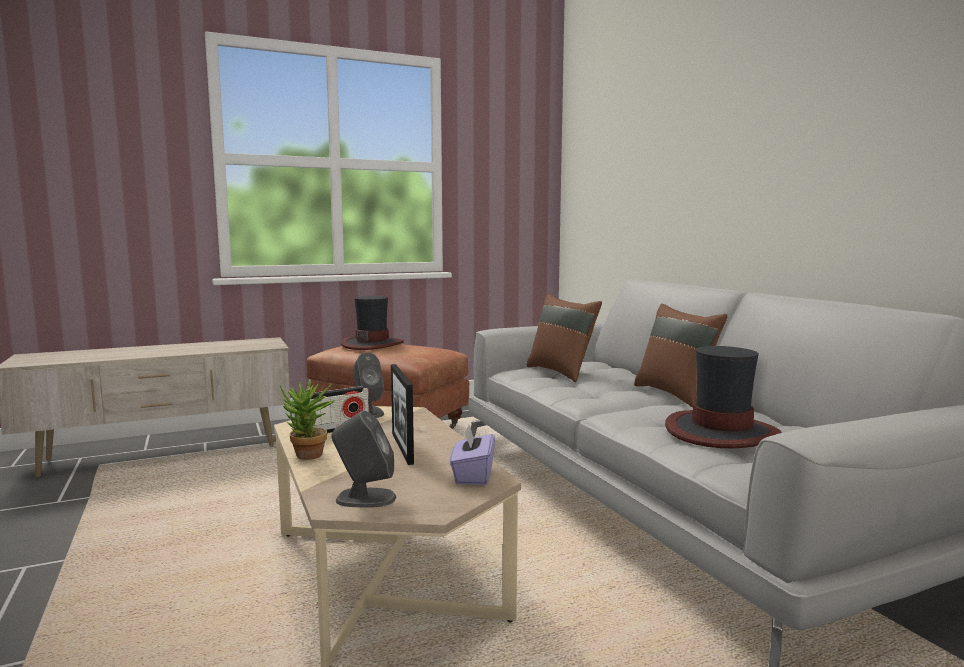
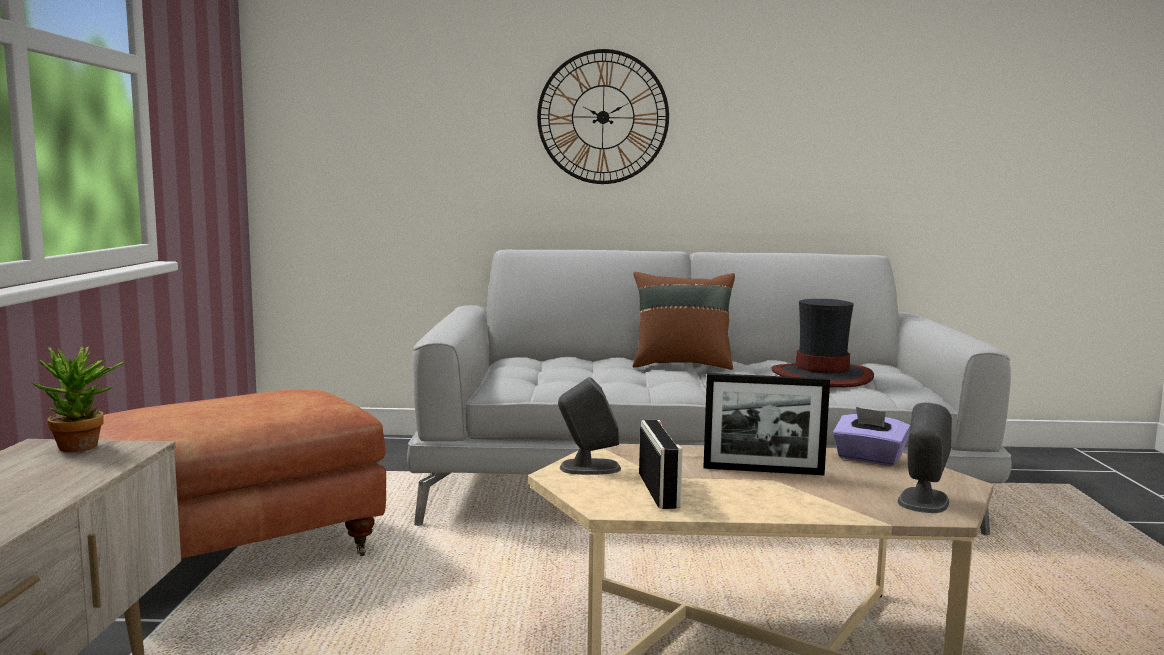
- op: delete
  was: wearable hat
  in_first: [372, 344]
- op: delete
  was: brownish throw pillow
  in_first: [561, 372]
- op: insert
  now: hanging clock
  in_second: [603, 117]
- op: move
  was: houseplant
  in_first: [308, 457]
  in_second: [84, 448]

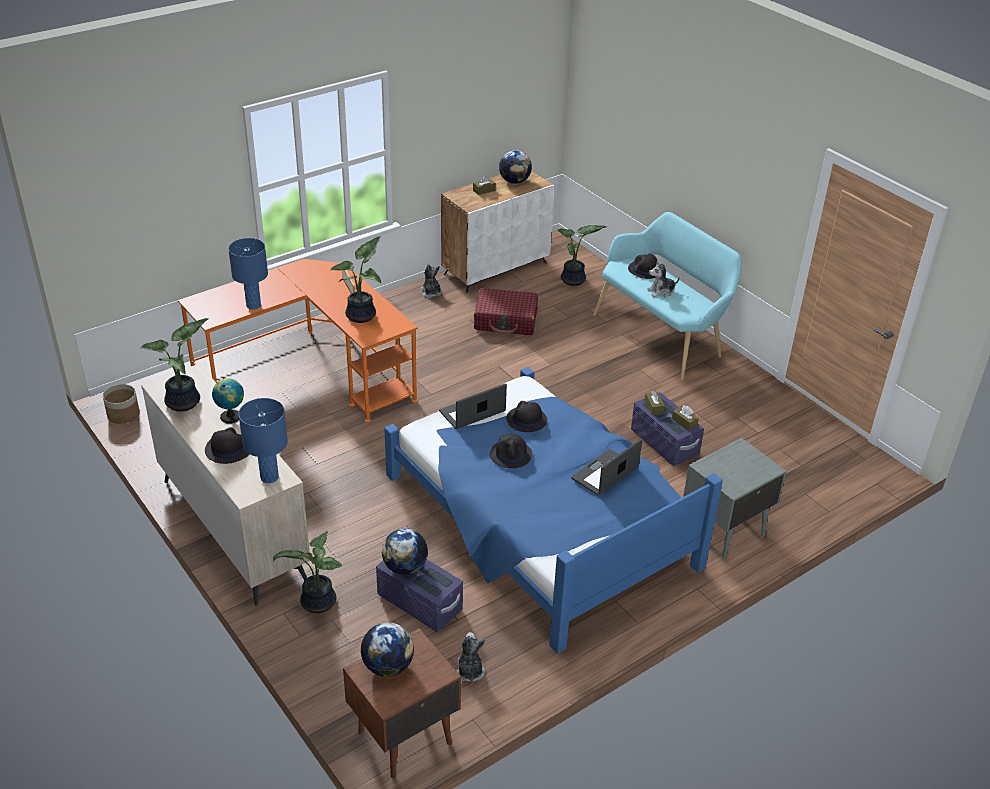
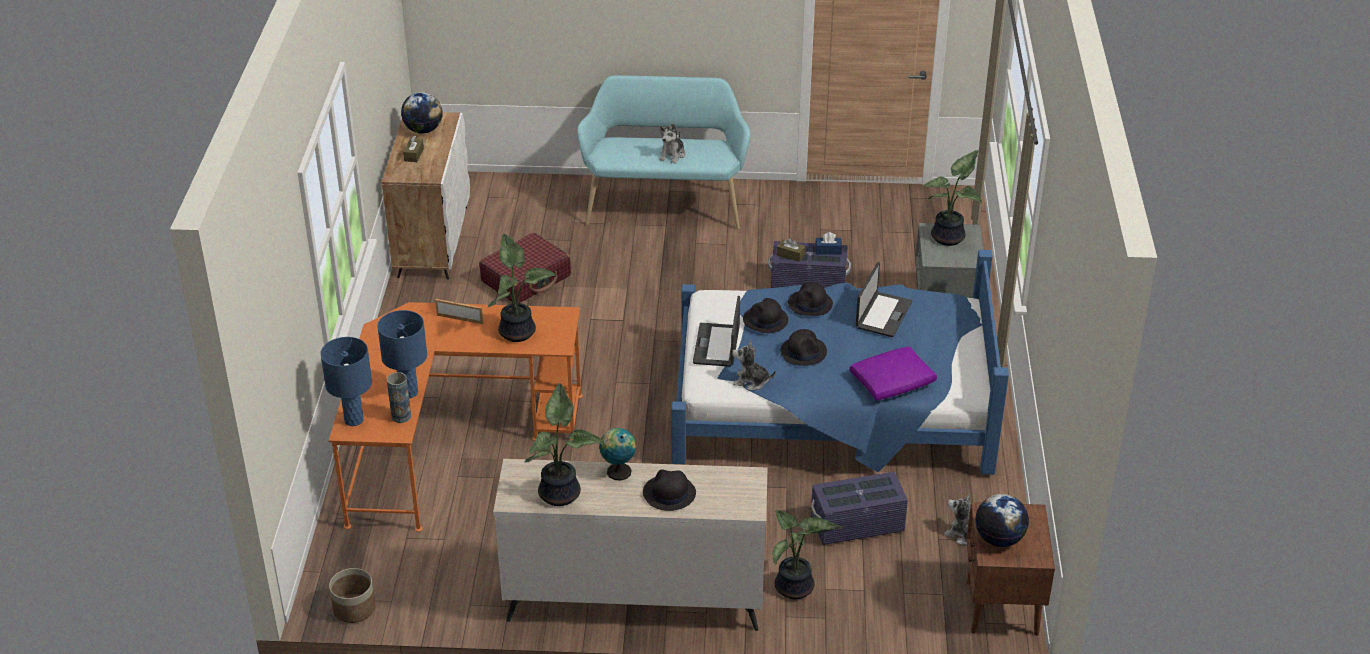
- op: delete
  was: globe
  in_first: [405, 567]
- op: insert
  now: flower vase
  in_second: [401, 416]
- op: insert
  now: purple-coloured throw pillow
  in_second: [892, 382]
- op: move
  was: blue tabletop lamp
  in_first: [269, 477]
  in_second: [353, 420]
- op: move
  was: soft toy
  in_first: [431, 293]
  in_second: [751, 381]
- op: move
  was: houseplant
  in_first: [574, 281]
  in_second: [950, 237]
- op: move
  was: black-coloured wearable hat
  in_first: [645, 270]
  in_second: [810, 304]
- op: recolor
  was: brownish box of tissues
  now: blue box of tissues
  in_first: [684, 422]
  in_second: [828, 250]
- op: rotate
  was: notebook computer
  in_first: [605, 474]
  in_second: [882, 314]
  clockwise: -150

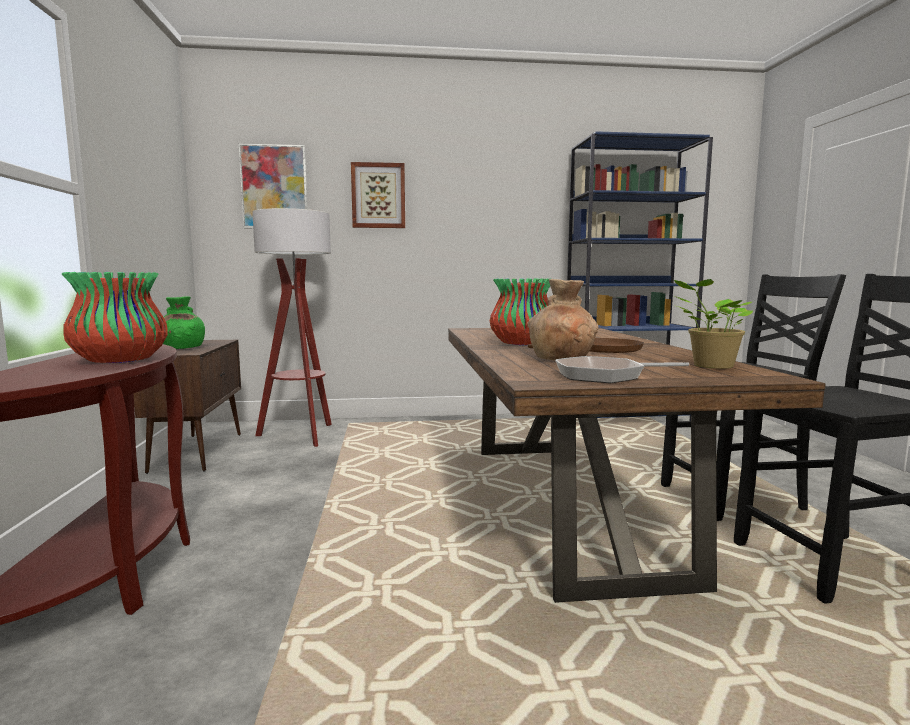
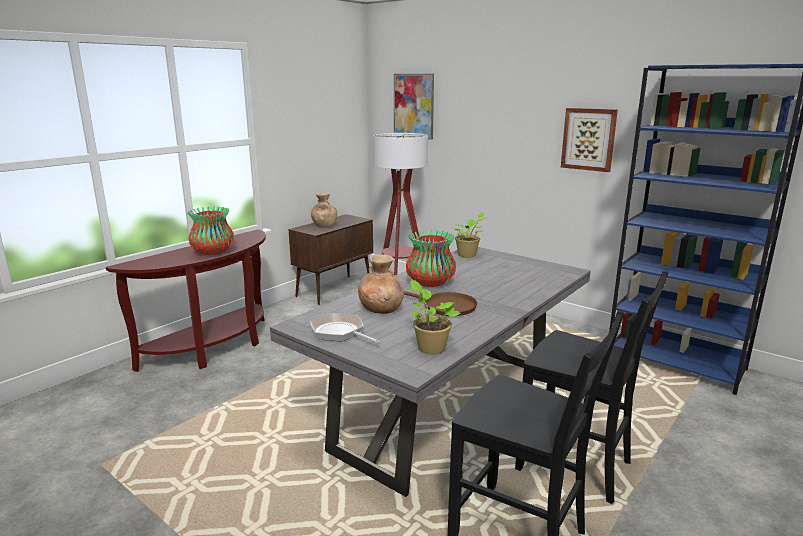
- op: insert
  now: houseplant
  in_second: [468, 255]
- op: move
  was: picture
  in_first: [378, 196]
  in_second: [589, 139]
- op: recolor
  was: greenish flower vase
  now: brownish flower vase
  in_first: [182, 348]
  in_second: [324, 225]
- op: recolor
  was: brownish kitchen table
  now: gray kitchen table
  in_first: [567, 505]
  in_second: [447, 409]

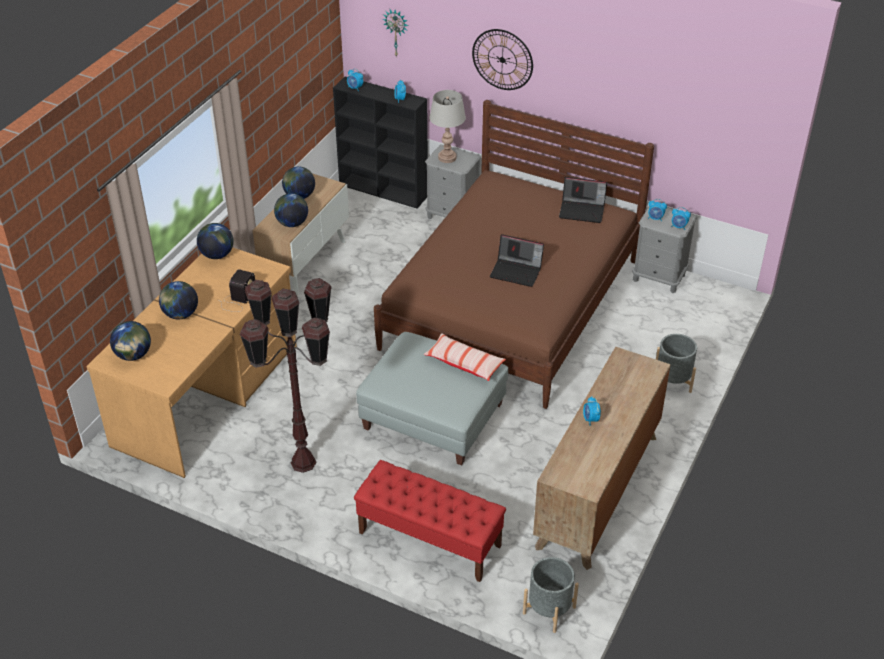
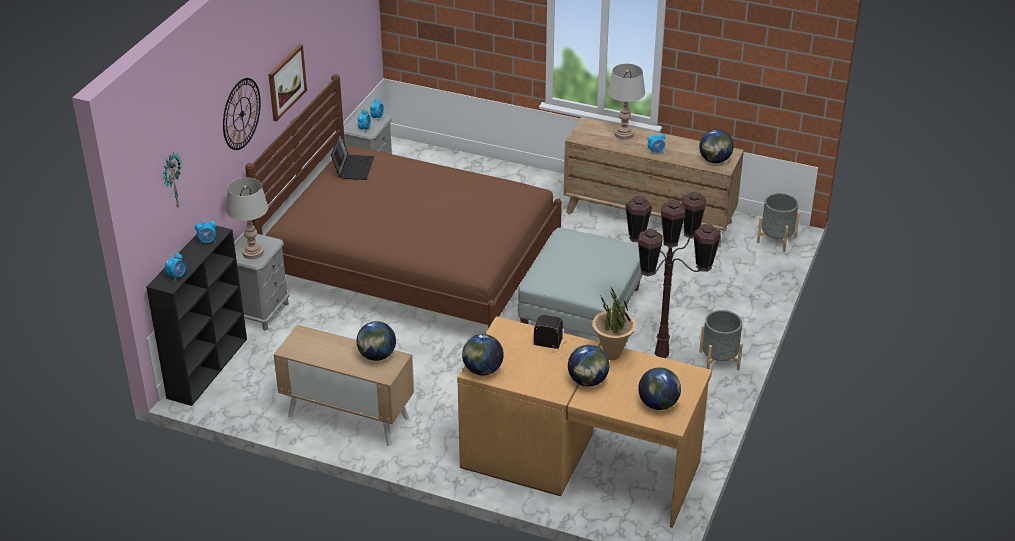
- op: delete
  was: red indoor bench
  in_first: [429, 539]
- op: delete
  was: throw pillow
  in_first: [464, 363]
- op: delete
  was: notebook computer
  in_first: [517, 271]
- op: insert
  now: picture
  in_second: [286, 82]
- op: insert
  now: houseplant
  in_second: [612, 355]
- op: insert
  now: gray tabletop lamp
  in_second: [624, 134]
- op: move
  was: globe
  in_first: [299, 196]
  in_second: [715, 160]
- op: move
  was: gray plant pot
  in_first: [672, 381]
  in_second: [719, 360]

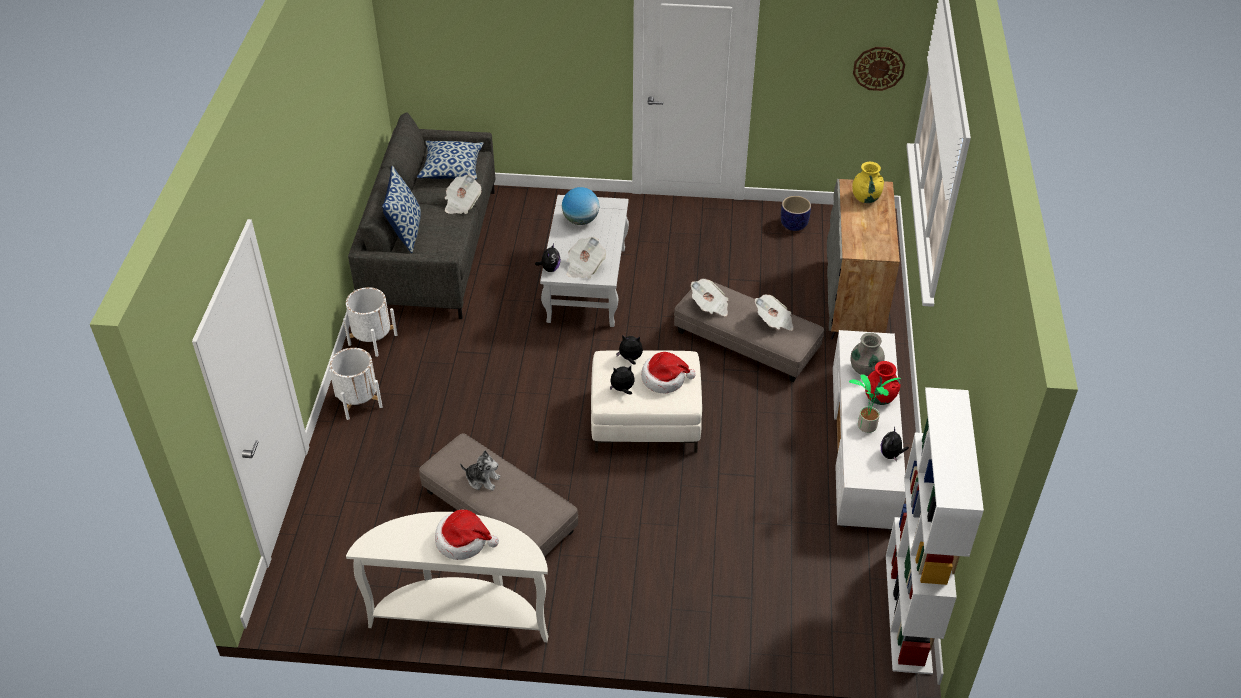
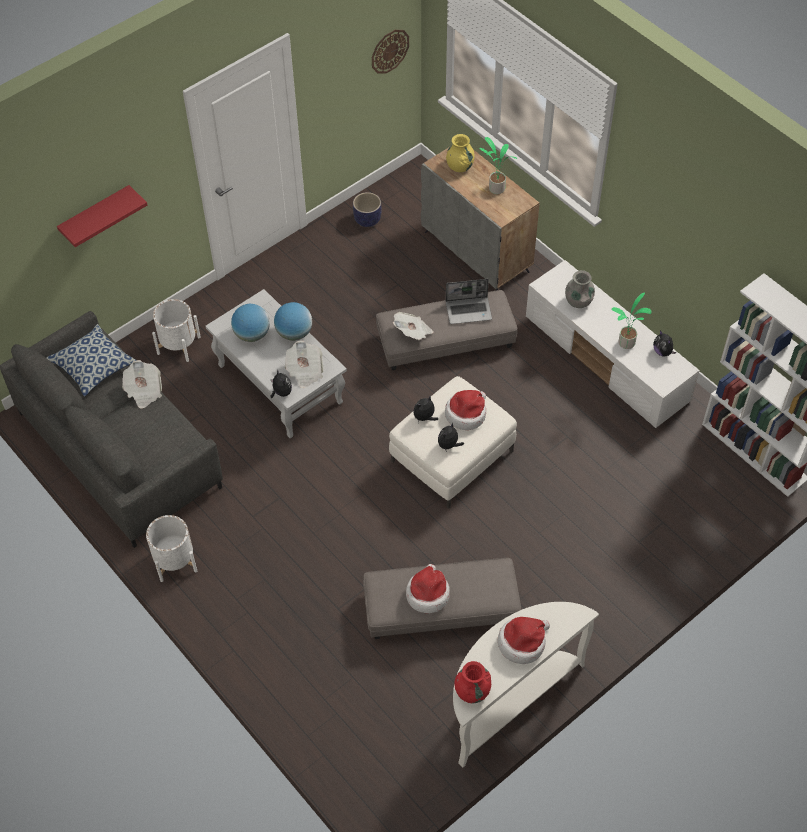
- op: delete
  was: throw pillow
  in_first: [405, 232]
- op: insert
  now: red wall shelf
  in_second: [96, 216]
- op: insert
  now: globe
  in_second: [294, 333]
- op: insert
  now: houseplant
  in_second: [495, 188]
- op: move
  was: white-coloured plant pot
  in_first: [358, 401]
  in_second: [179, 345]
- op: move
  was: red flower vase
  in_first: [879, 398]
  in_second: [472, 691]
- op: replace
  was: soft toy
  now: wearable hat
  in_first: [482, 479]
  in_second: [427, 594]
- op: replace
  was: daily paper
  now: notebook computer
  in_first: [774, 321]
  in_second: [469, 310]

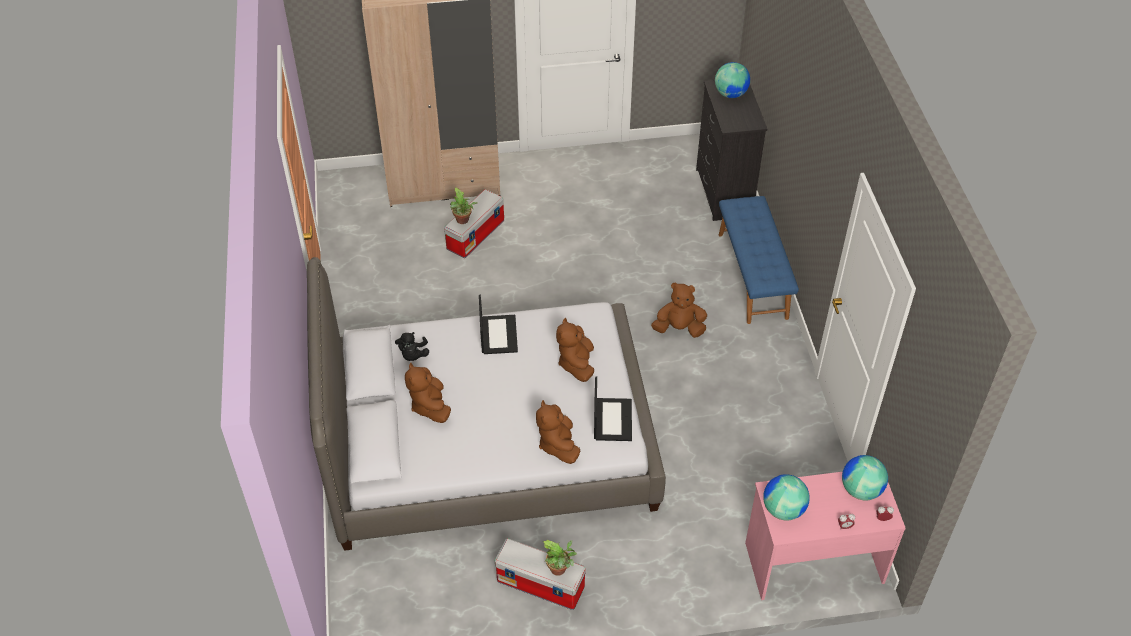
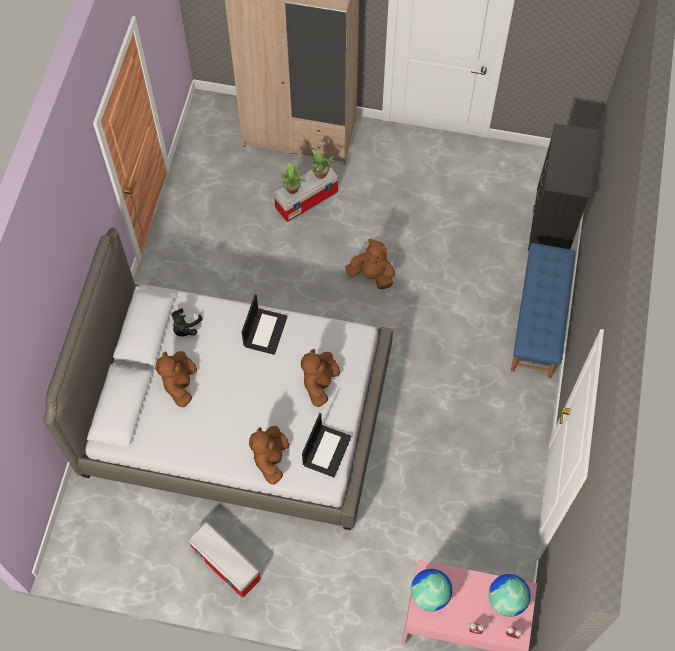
- op: delete
  was: globe
  in_first: [731, 94]
- op: move
  was: houseplant
  in_first: [560, 569]
  in_second: [322, 175]
- op: move
  was: brownish soft toy
  in_first: [679, 328]
  in_second: [372, 275]

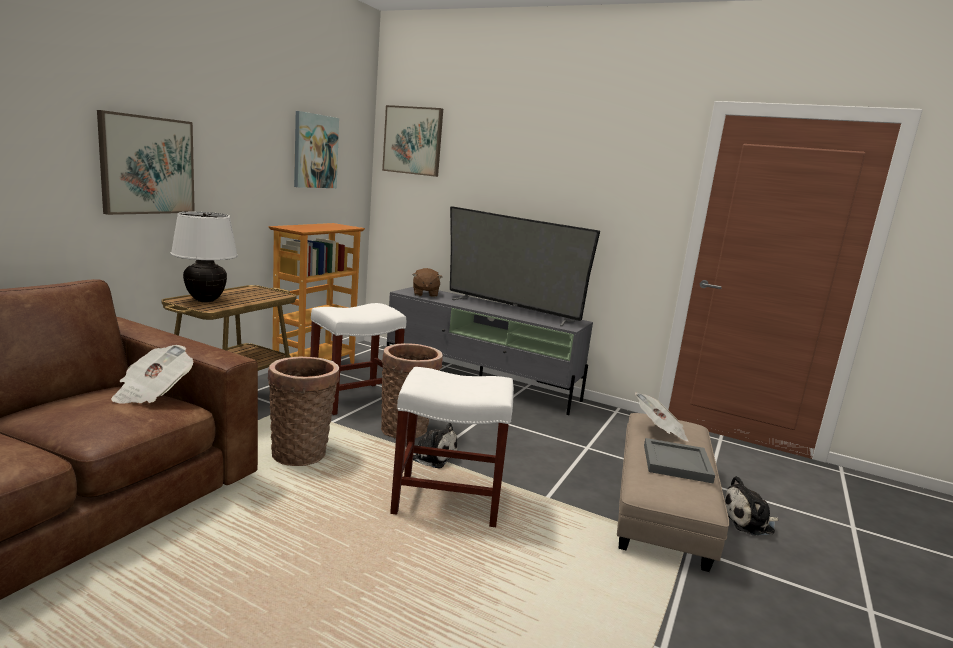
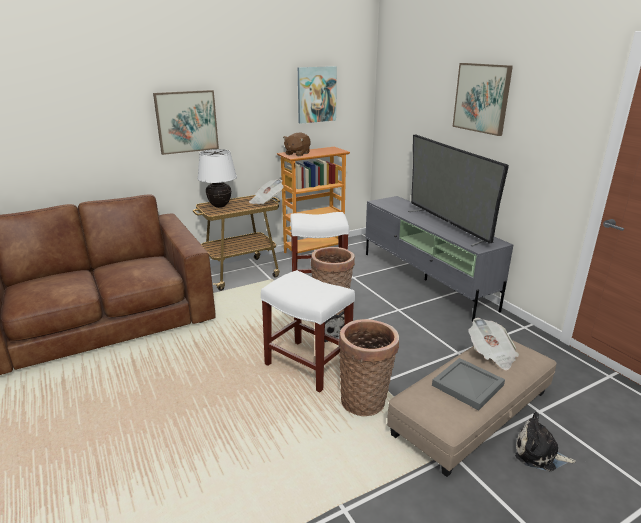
- op: move
  was: daily paper
  in_first: [152, 393]
  in_second: [266, 201]
- op: move
  was: basket
  in_first: [302, 453]
  in_second: [365, 400]
- op: move
  was: picture
  in_first: [413, 140]
  in_second: [482, 98]
- op: move
  was: brownish soft toy
  in_first: [425, 294]
  in_second: [297, 154]

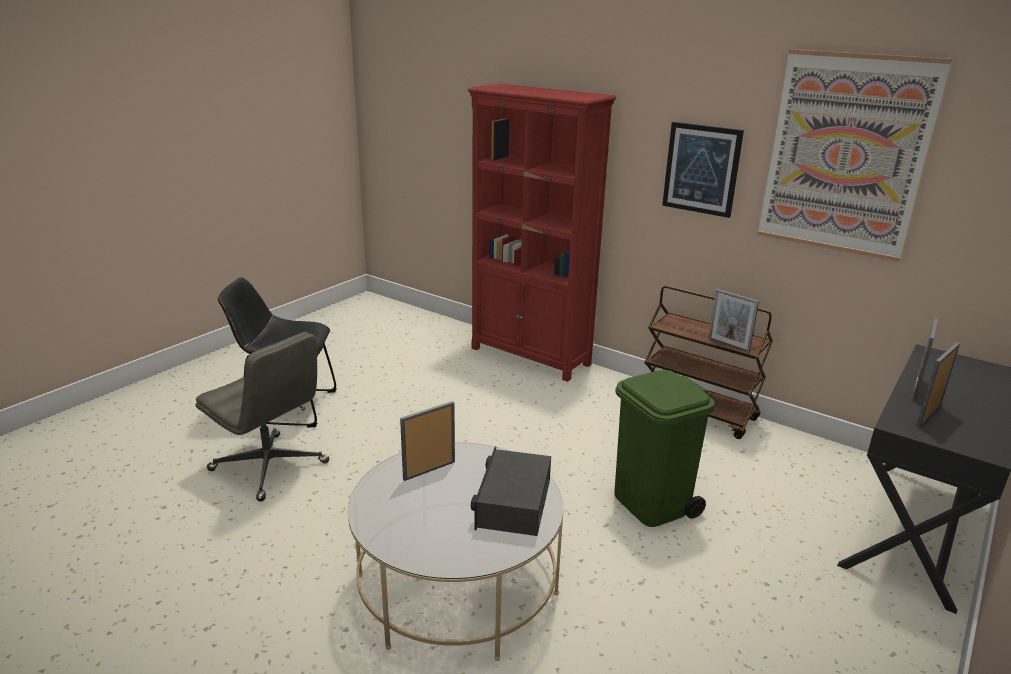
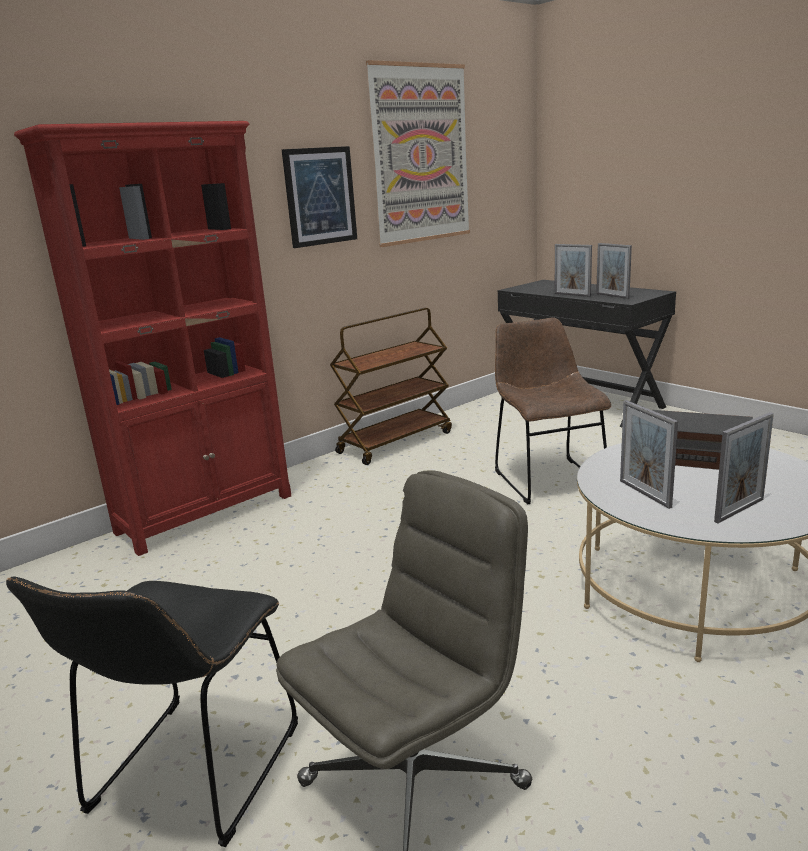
- op: move
  was: photo frame
  in_first: [728, 345]
  in_second: [739, 510]
- op: replace
  was: greenish rubbish bin
  now: brownish plain chair
  in_first: [652, 504]
  in_second: [547, 478]

